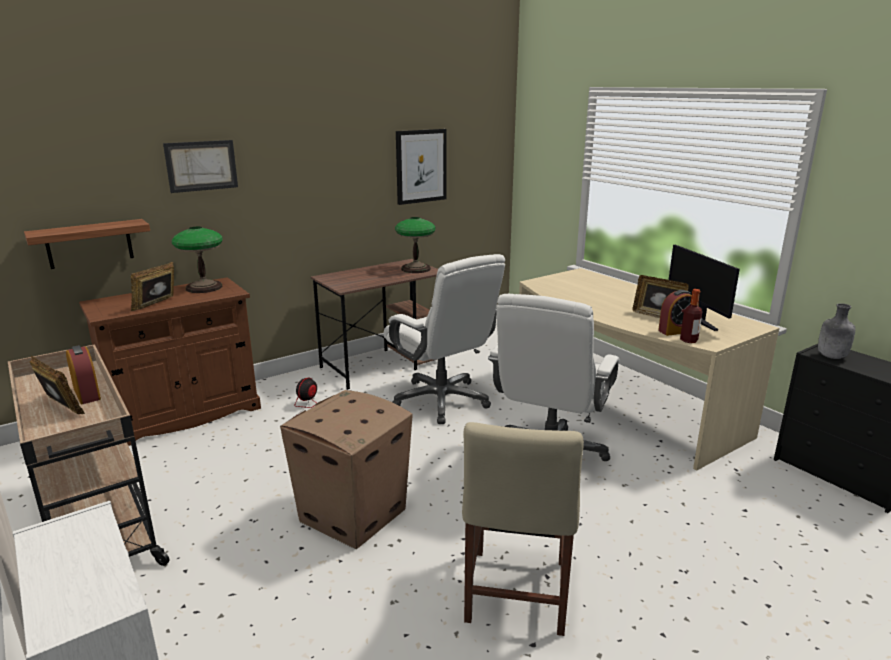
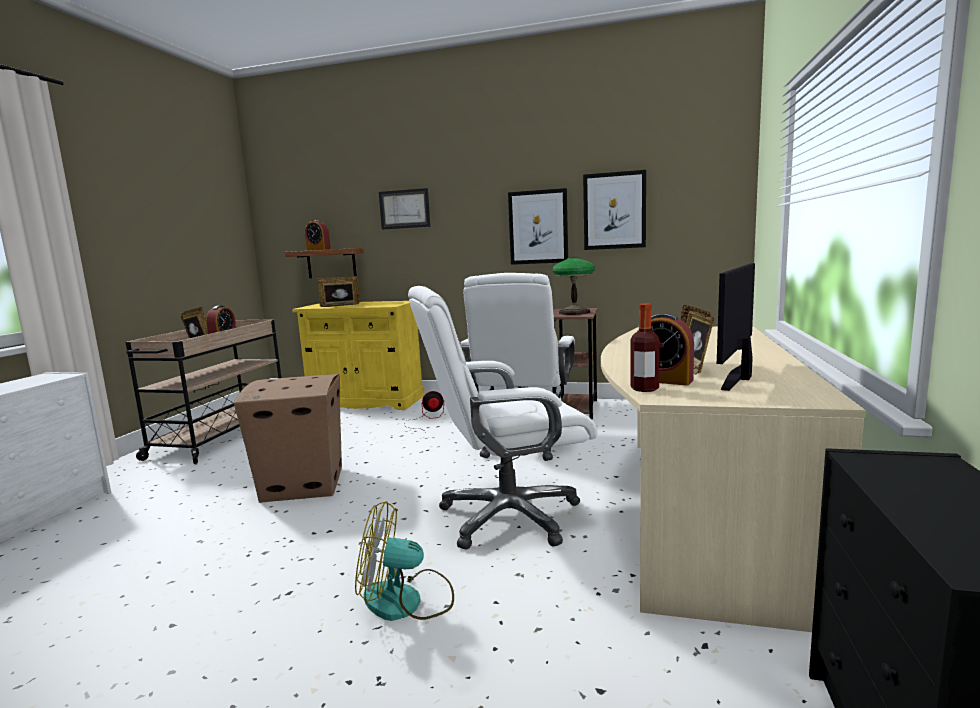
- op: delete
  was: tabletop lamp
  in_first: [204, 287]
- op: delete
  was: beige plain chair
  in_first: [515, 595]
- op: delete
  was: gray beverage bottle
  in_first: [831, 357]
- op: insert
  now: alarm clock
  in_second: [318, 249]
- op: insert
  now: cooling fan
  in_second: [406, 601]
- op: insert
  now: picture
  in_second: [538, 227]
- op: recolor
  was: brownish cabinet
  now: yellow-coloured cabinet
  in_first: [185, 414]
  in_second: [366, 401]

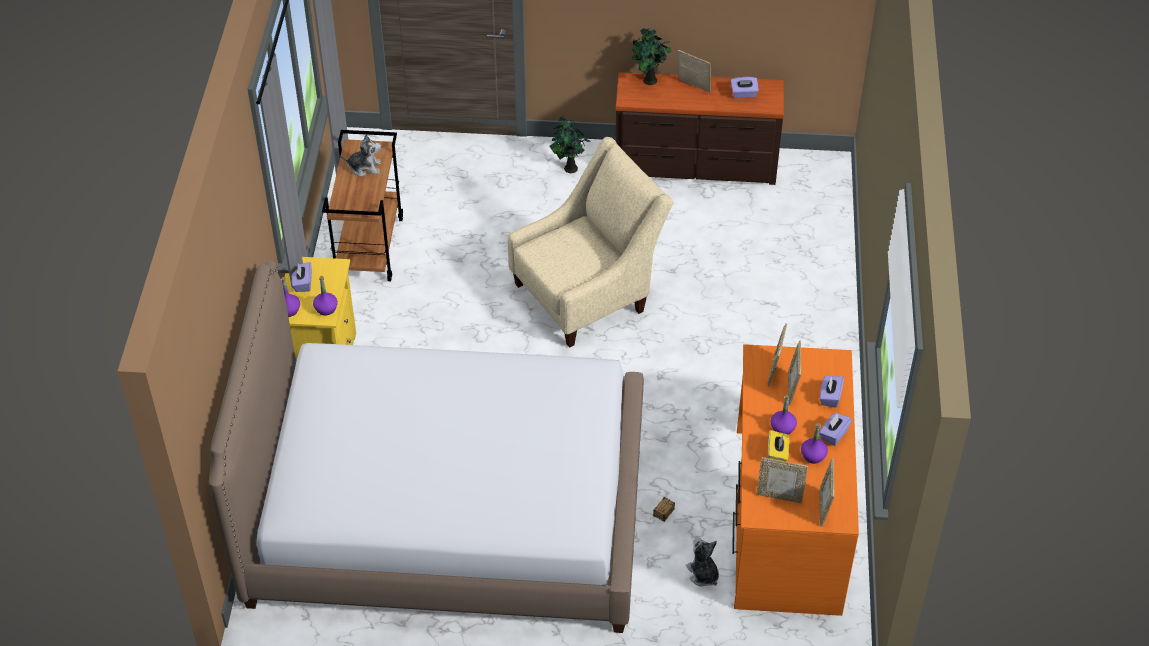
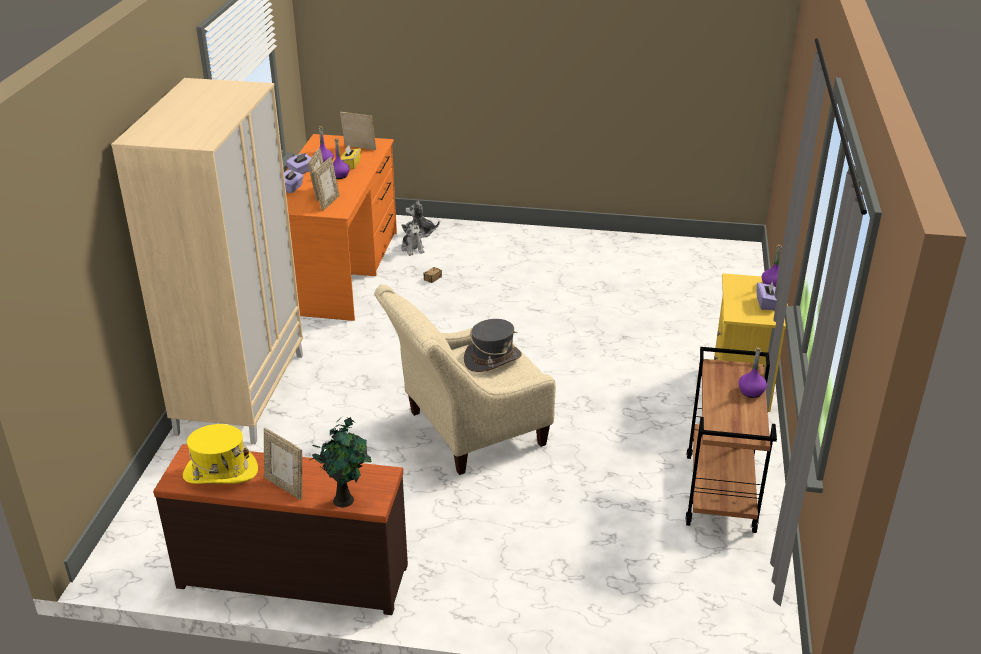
- op: delete
  was: bedroom bed
  in_first: [447, 511]
- op: delete
  was: houseplant
  in_first: [569, 168]
- op: delete
  was: photo frame
  in_first: [824, 508]
- op: insert
  now: beige clothes cupboard
  in_second: [241, 392]
- op: insert
  now: gray wearable hat
  in_second: [492, 359]
- op: move
  was: purple-coloured beverage bottle
  in_first: [326, 309]
  in_second: [751, 392]
- op: move
  was: soft toy
  in_first: [364, 167]
  in_second: [421, 232]
- op: replace
  was: purple-coloured box of tissues
  now: yellow-coloured wearable hat
  in_first: [743, 94]
  in_second: [220, 472]

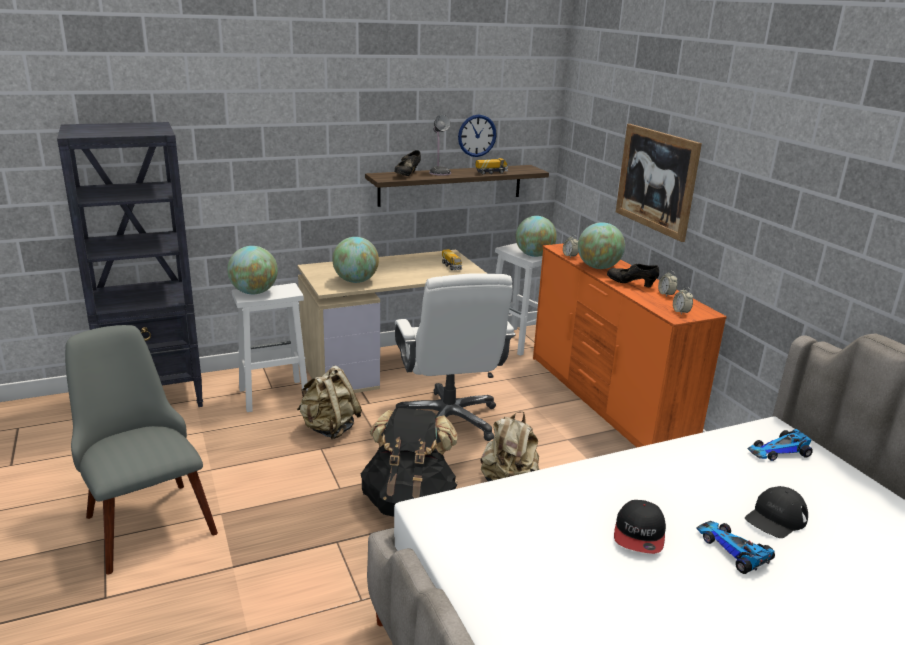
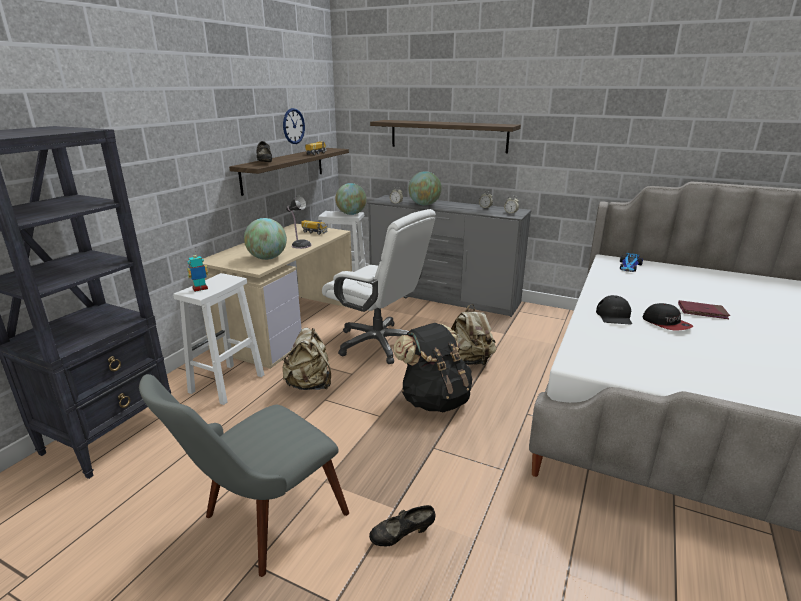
- op: move
  was: tabletop lamp
  in_first: [439, 172]
  in_second: [300, 245]
- op: move
  was: black-coloured low shoe
  in_first: [631, 284]
  in_second: [402, 536]
- op: move
  was: black-coloured cap
  in_first: [775, 518]
  in_second: [614, 316]
- op: replace
  was: globe
  now: toy robot
  in_first: [254, 292]
  in_second: [200, 289]
- op: replace
  was: picture
  now: wall shelf
  in_first: [656, 180]
  in_second: [448, 136]
- op: replace
  was: model car
  now: red bound book
  in_first: [733, 550]
  in_second: [702, 312]
- op: recolor
  was: orangey drawer chest
  now: gray drawer chest
  in_first: [606, 401]
  in_second: [443, 297]
- op: rotate
  was: gray plain chair
  in_first: [144, 516]
  in_second: [261, 524]
  clockwise: -60

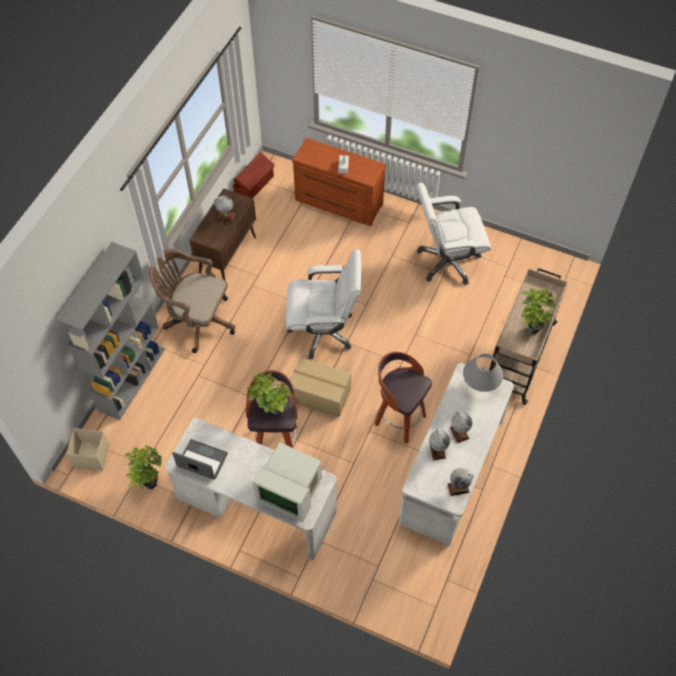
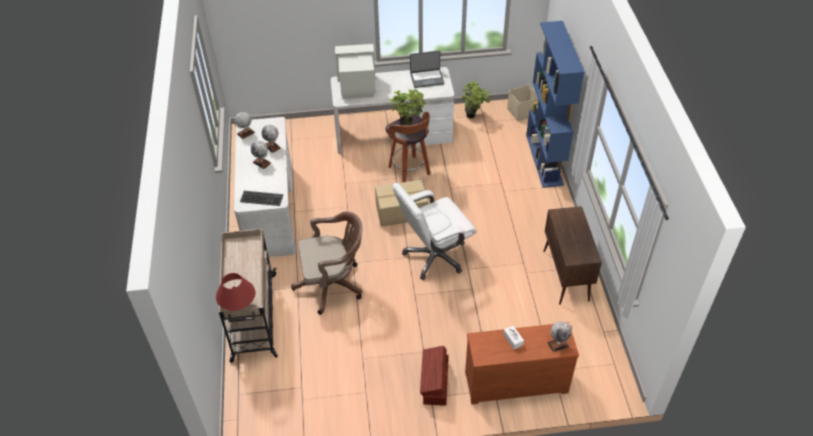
- op: delete
  was: stool seat
  in_first: [399, 419]
- op: delete
  was: white-coloured office chair
  in_first: [447, 261]
- op: delete
  was: houseplant
  in_first: [531, 326]
- op: insert
  now: red tabletop lamp
  in_second: [239, 307]
- op: move
  was: brownish office chair
  in_first: [196, 320]
  in_second: [333, 284]
- op: move
  was: globe
  in_first: [225, 216]
  in_second: [558, 344]
- op: move
  was: brownish storage container
  in_first: [254, 185]
  in_second: [435, 383]
- op: replace
  was: gray tabletop lamp
  now: keyboard
  in_first: [480, 384]
  in_second: [261, 199]
- op: recolor
  was: gray shelving unit
  now: blue shelving unit
  in_first: [131, 378]
  in_second: [545, 160]

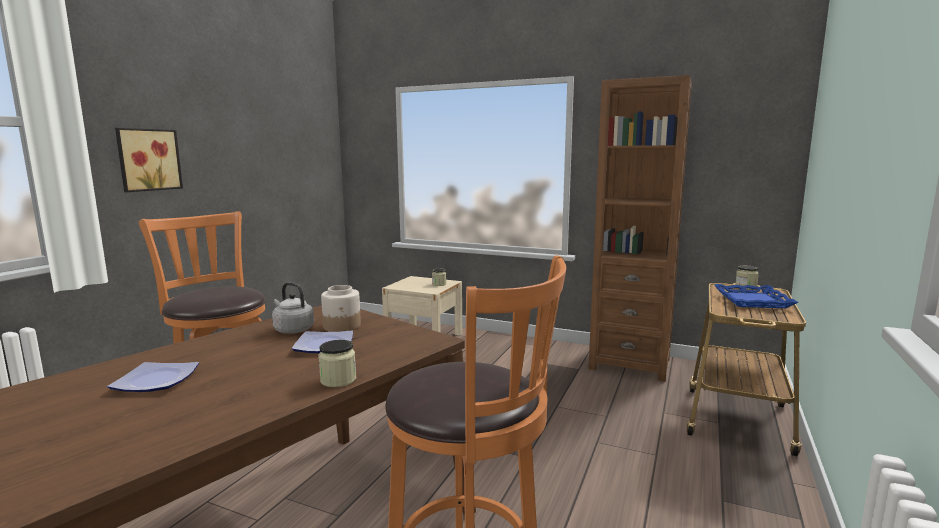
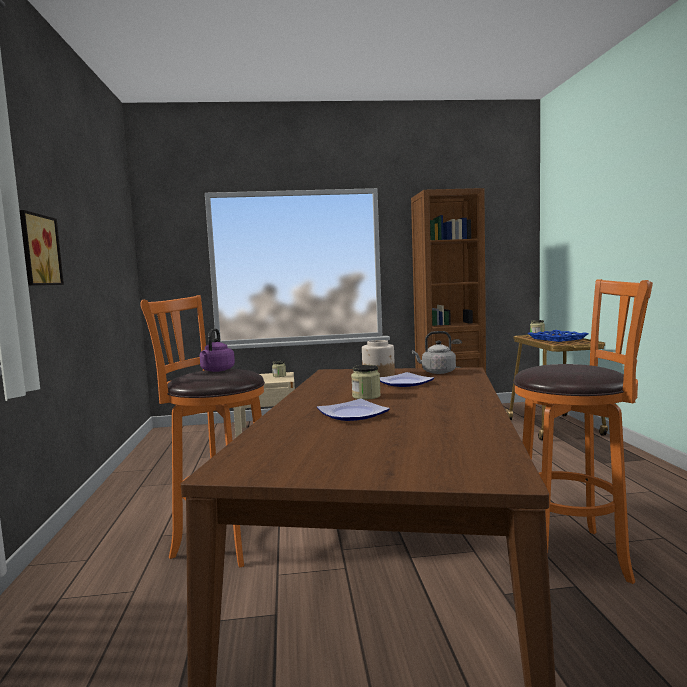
- op: insert
  now: purple-coloured water kettle
  in_second: [217, 370]
- op: move
  was: gray water kettle
  in_first: [292, 330]
  in_second: [436, 372]
- op: move
  was: jar
  in_first: [338, 380]
  in_second: [366, 396]

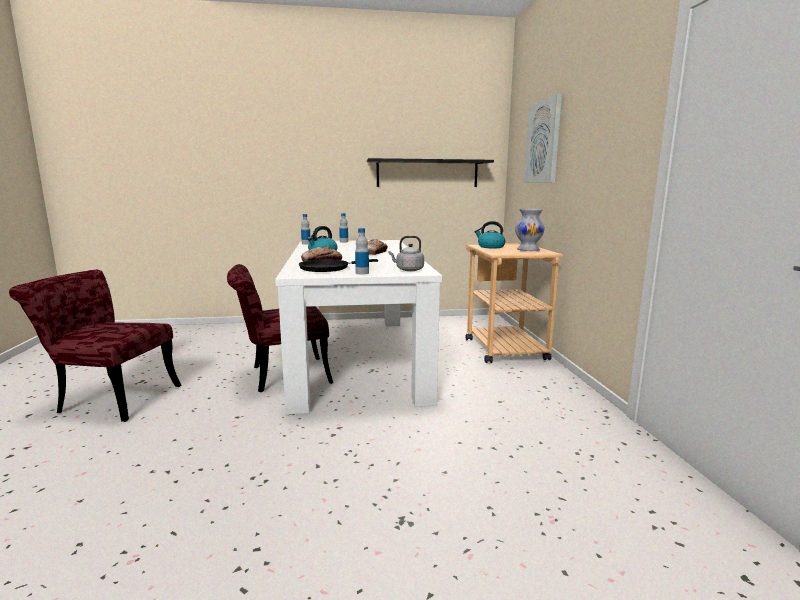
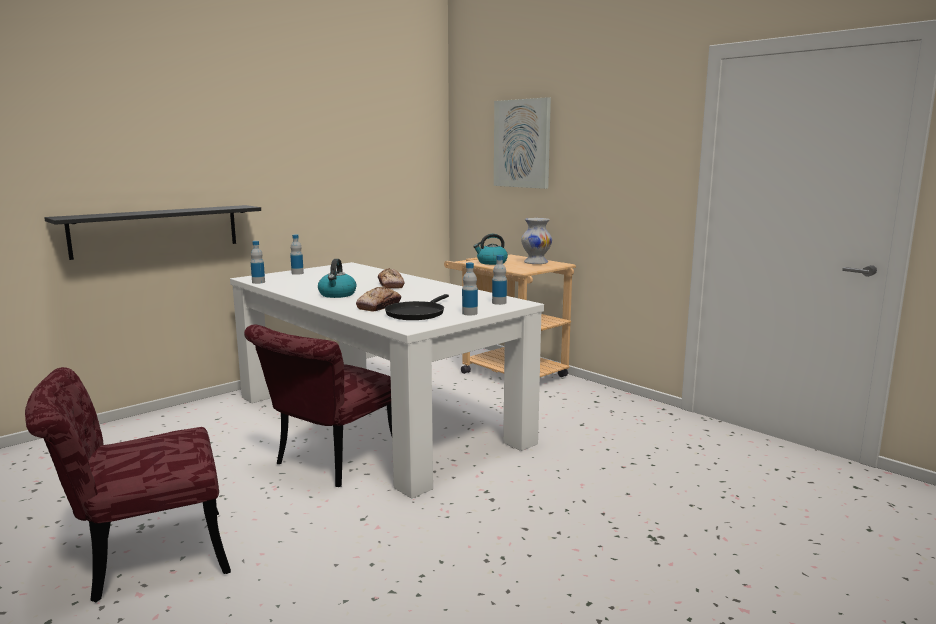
- op: move
  was: black-coloured wall shelf
  in_first: [427, 173]
  in_second: [156, 230]
- op: replace
  was: gray water kettle
  now: beverage bottle
  in_first: [408, 270]
  in_second: [499, 303]

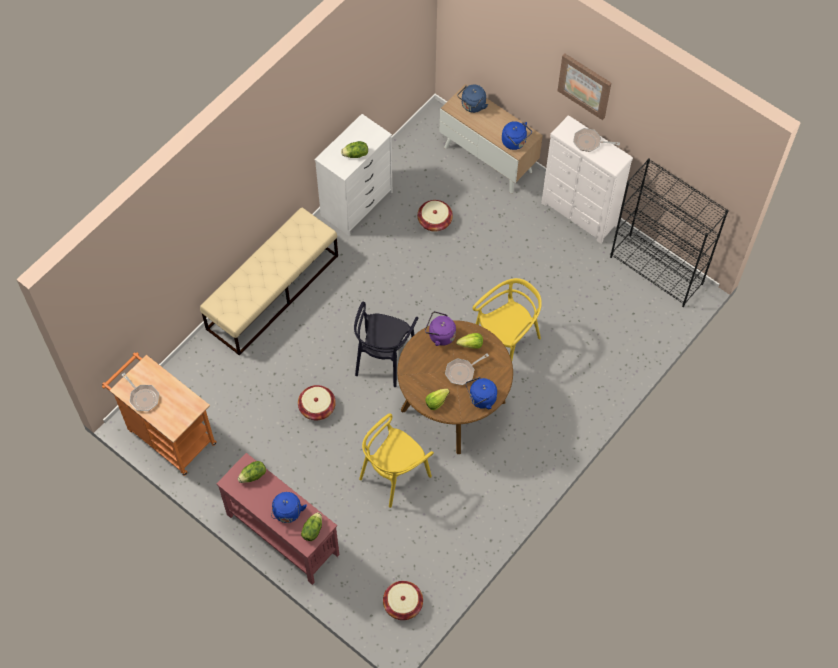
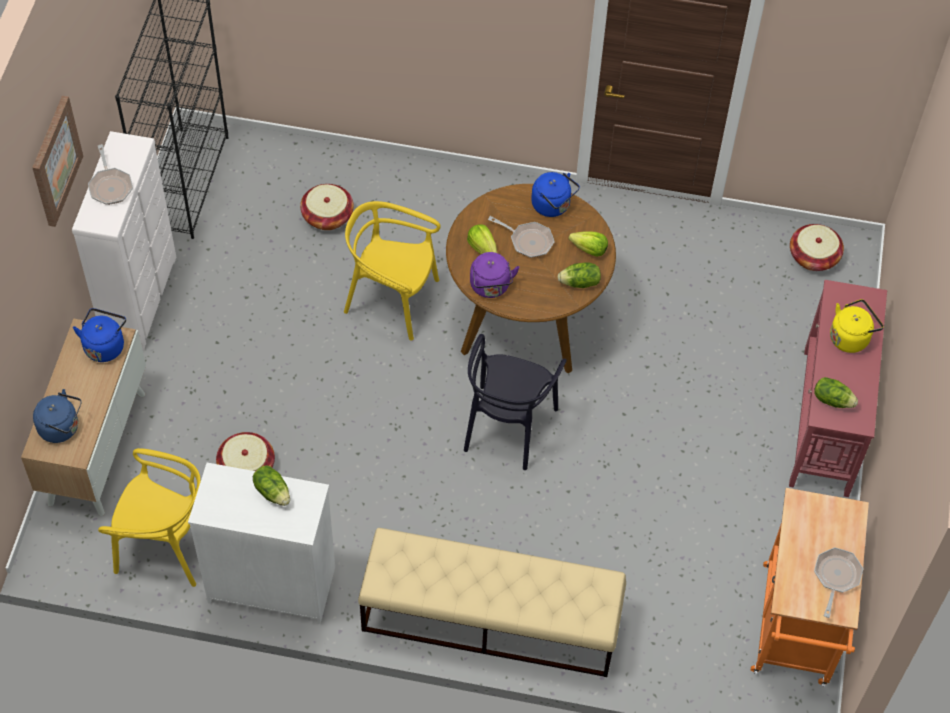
- op: move
  was: basket
  in_first: [317, 407]
  in_second: [327, 216]
- op: move
  was: head of lettuce
  in_first: [312, 530]
  in_second: [580, 283]
- op: move
  was: yellow-coloured plain chair
  in_first: [394, 475]
  in_second: [166, 546]
- op: recolor
  was: blue water kettle
  now: yellow-coloured water kettle
  in_first: [287, 513]
  in_second: [851, 337]
- op: rotate
  was: black-coloured plain chair
  in_first: [383, 358]
  in_second: [507, 427]
  clockwise: 120

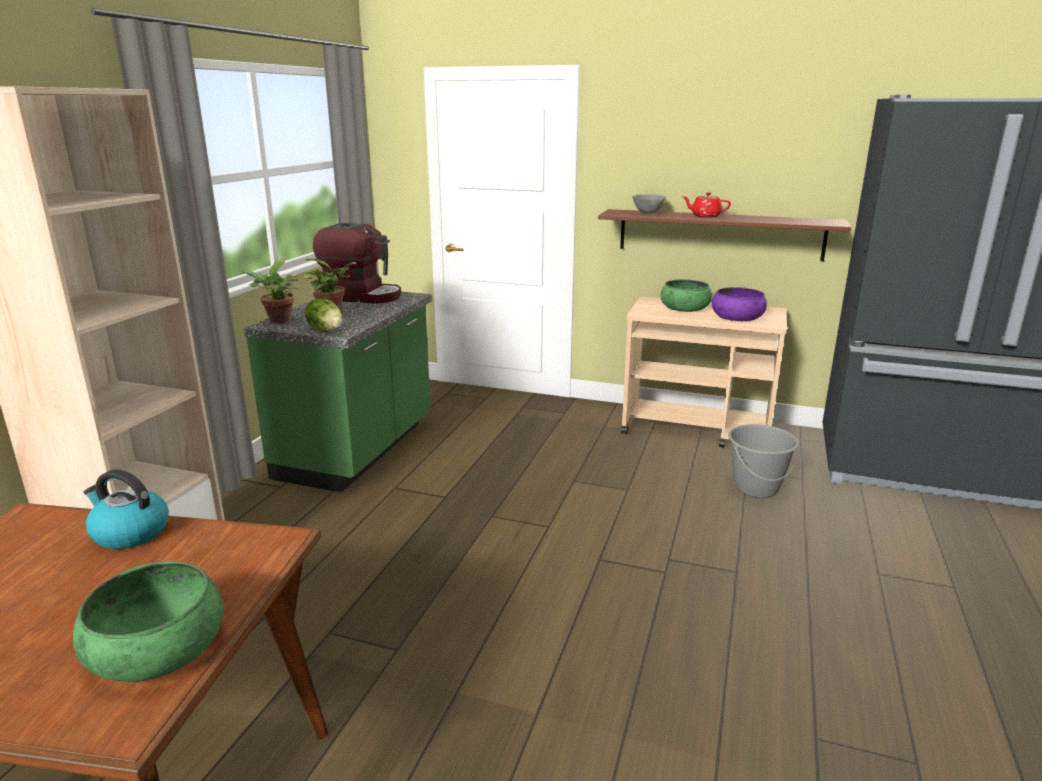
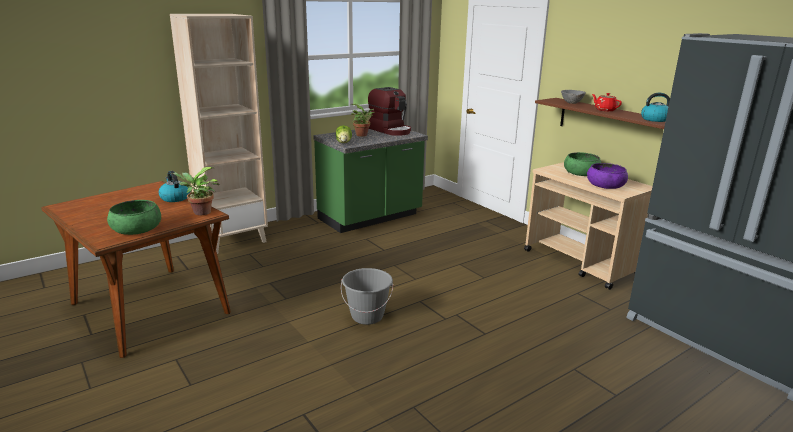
- op: insert
  now: water kettle
  in_second: [655, 119]
- op: move
  was: houseplant
  in_first: [278, 321]
  in_second: [199, 213]
- op: move
  was: gray bucket
  in_first: [756, 488]
  in_second: [367, 316]

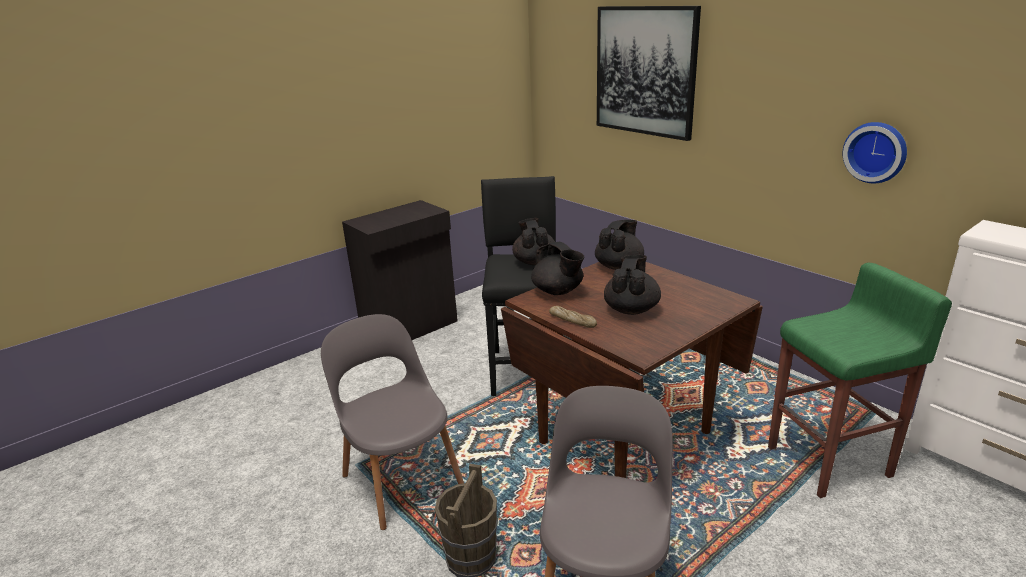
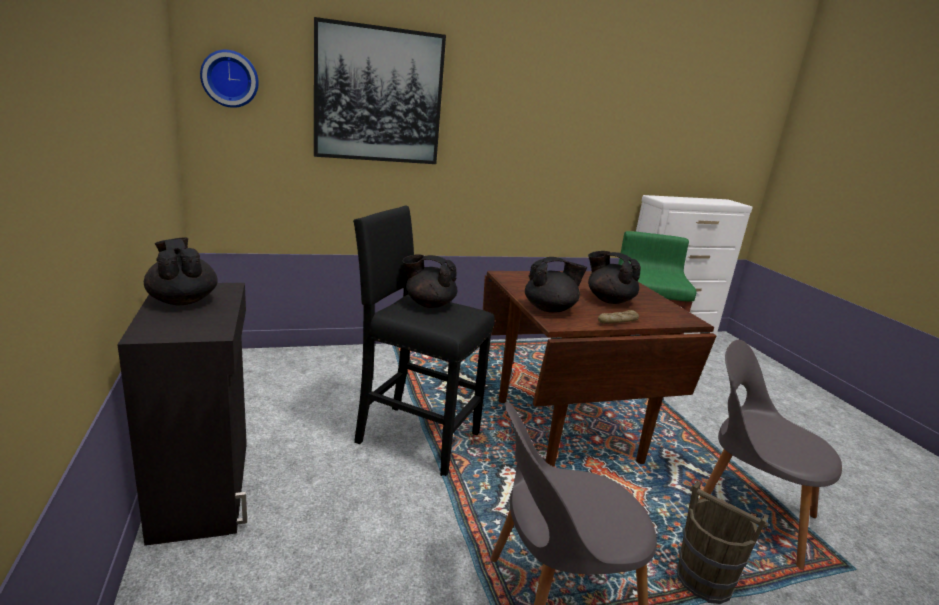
- op: move
  was: black-coloured teapot
  in_first: [619, 266]
  in_second: [182, 300]
- op: move
  was: hanging clock
  in_first: [876, 152]
  in_second: [230, 79]

